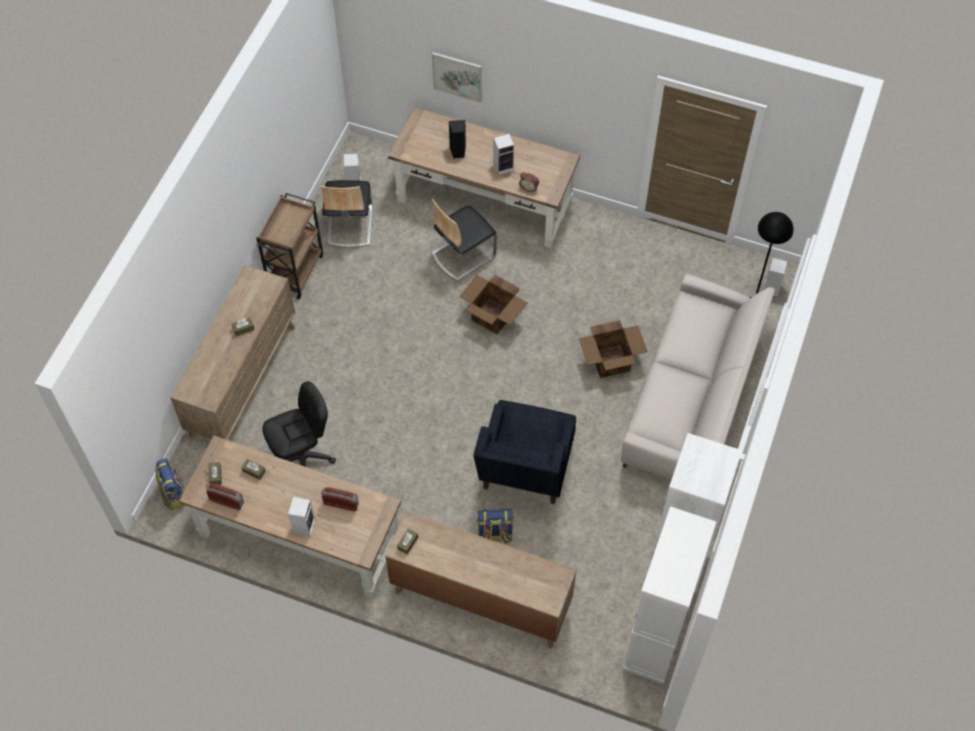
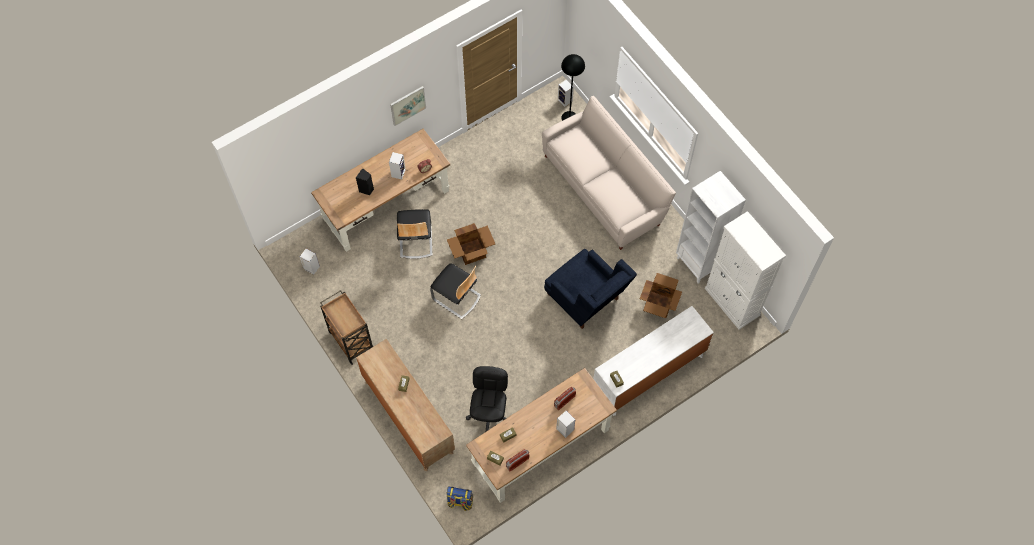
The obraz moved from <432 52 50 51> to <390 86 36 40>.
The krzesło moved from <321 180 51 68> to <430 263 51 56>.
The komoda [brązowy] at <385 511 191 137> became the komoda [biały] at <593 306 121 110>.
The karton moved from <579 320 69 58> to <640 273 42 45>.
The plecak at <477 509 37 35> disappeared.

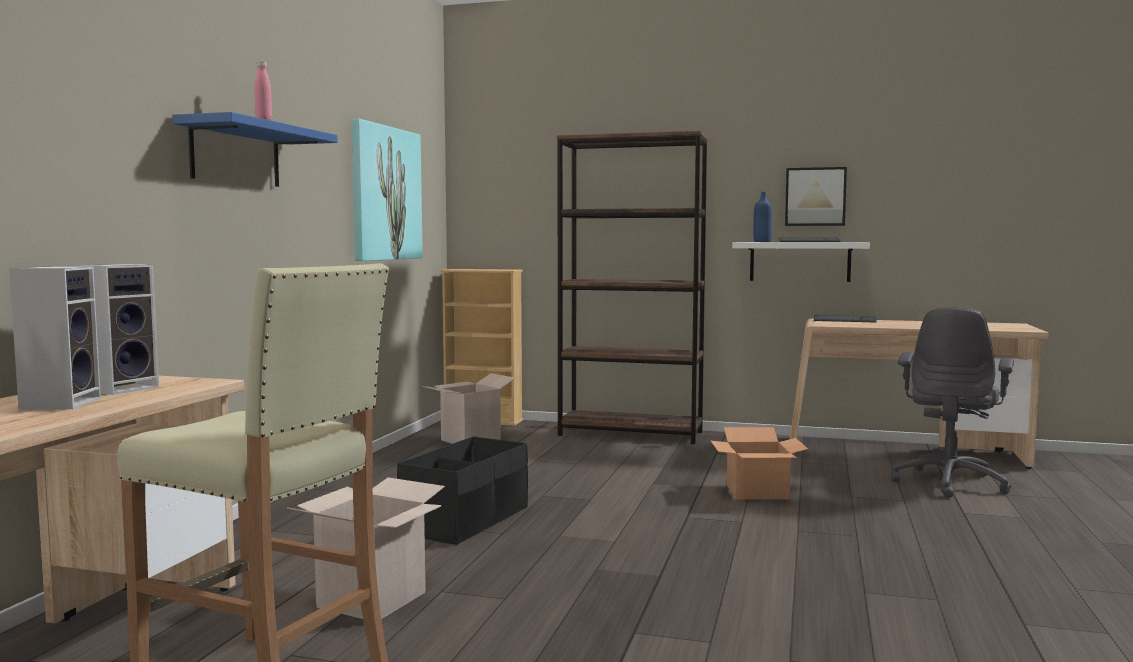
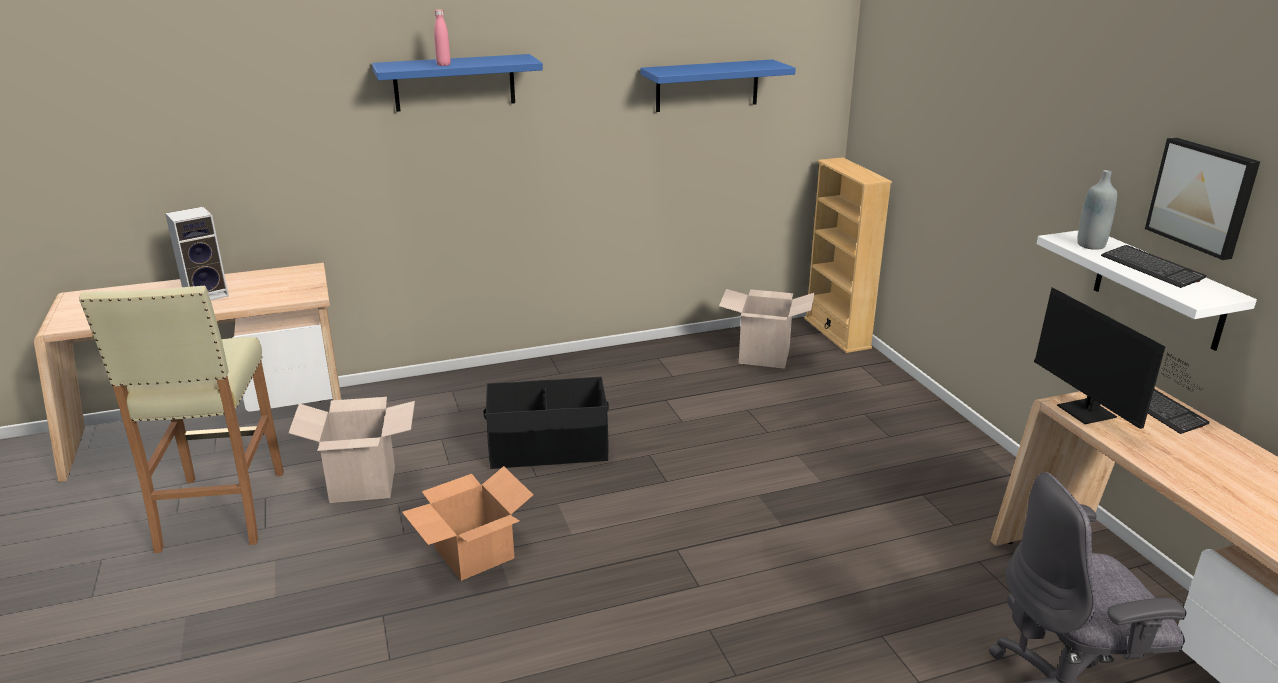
The karton moved from <710 427 98 73> to <402 466 131 115>.
The obraz at <352 119 71 142> was replaced by the półka [niebieski] at <640 59 156 53>.
The monitor at <1034 287 169 142> appeared.
The butelka [niebieski] at <753 192 19 50> became the butelka [szary] at <1077 170 40 80>.
The głośnik at <76 264 83 131> disappeared.
The regał [brązowy] at <557 131 151 313> disappeared.

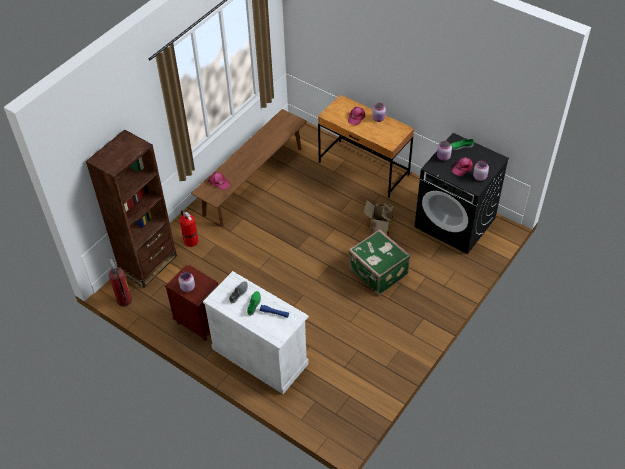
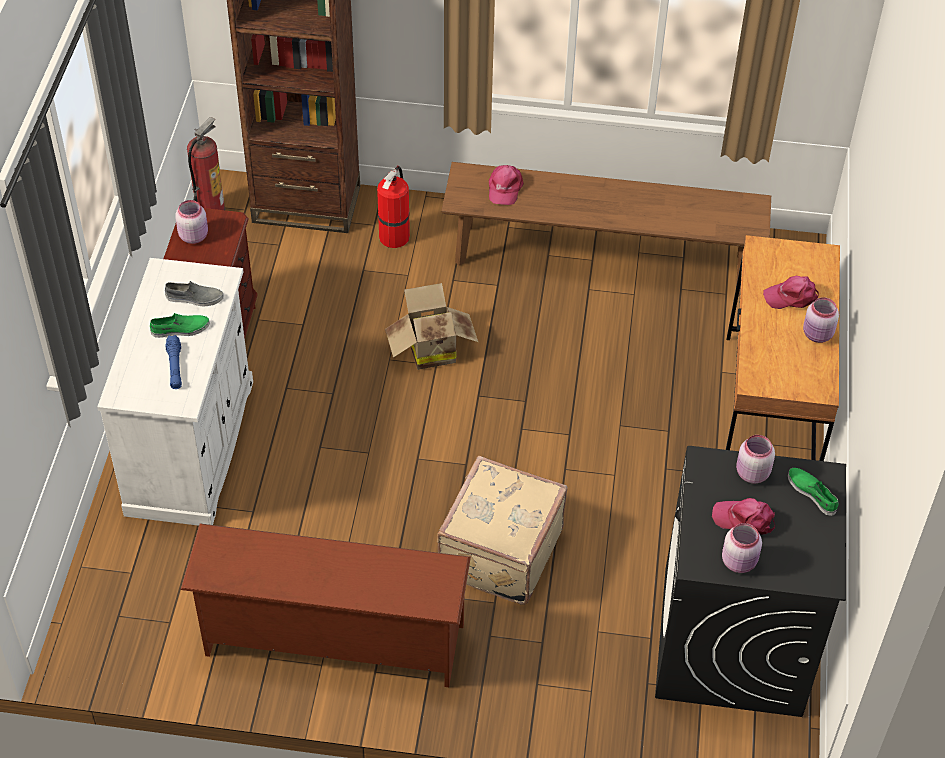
The regał na buty [brązowy] at <181 524 290 163> appeared.
The karton moved from <363 200 31 35> to <385 283 93 87>.
The walizka [zielony] at <348 229 62 66> became the walizka [beżowy] at <437 456 131 149>.

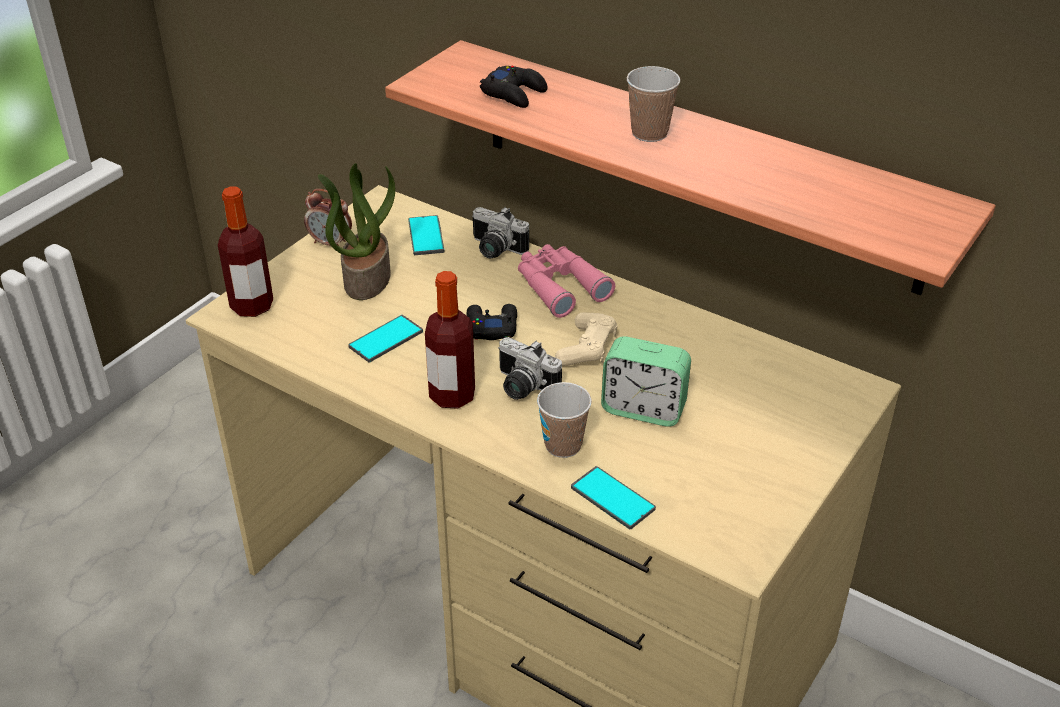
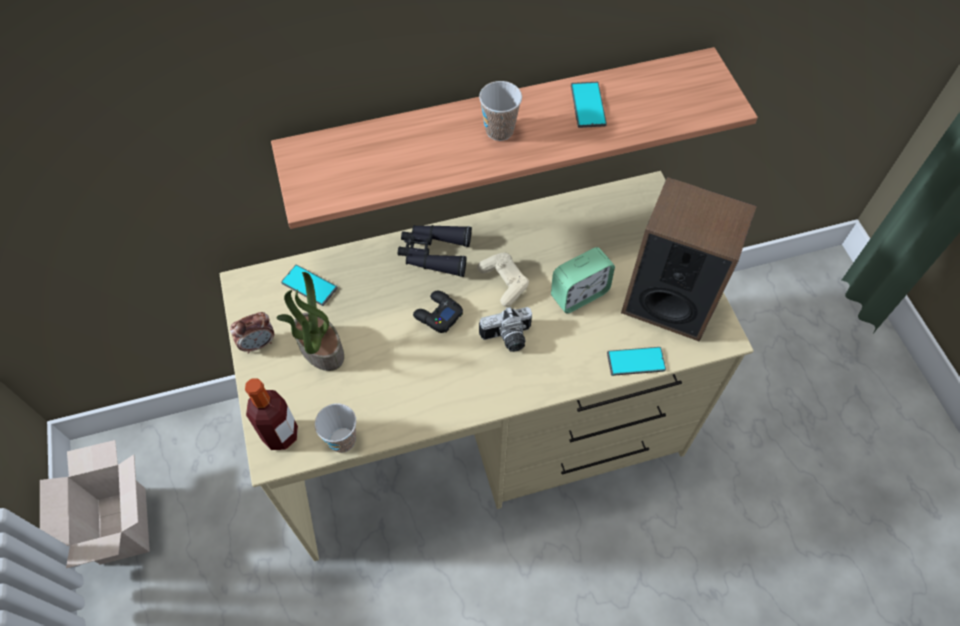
The karton at <40 440 110 128> appeared.
The filiżanka moved from <537 382 55 76> to <315 404 41 49>.
The lornetka [różowy] at <518 244 97 74> became the lornetka [czarny] at <398 225 74 52>.
The telefon moved from <348 315 75 47> to <571 82 36 46>.
The głośnik at <621 177 136 164> appeared.
The butelka at <425 271 50 138> disappeared.
The aparat fotograficzny at <472 207 57 51> disappeared.
The pad do gier [czarny] at <480 66 67 42> disappeared.

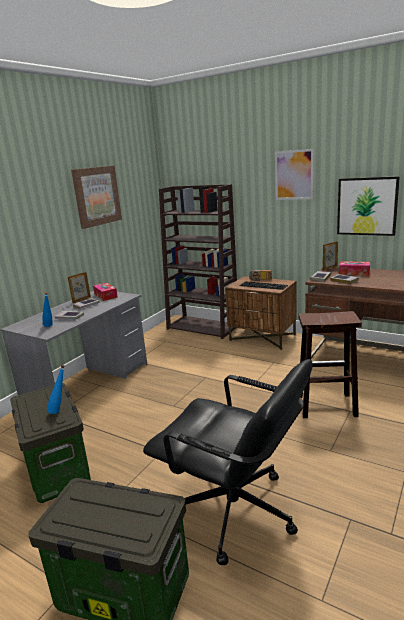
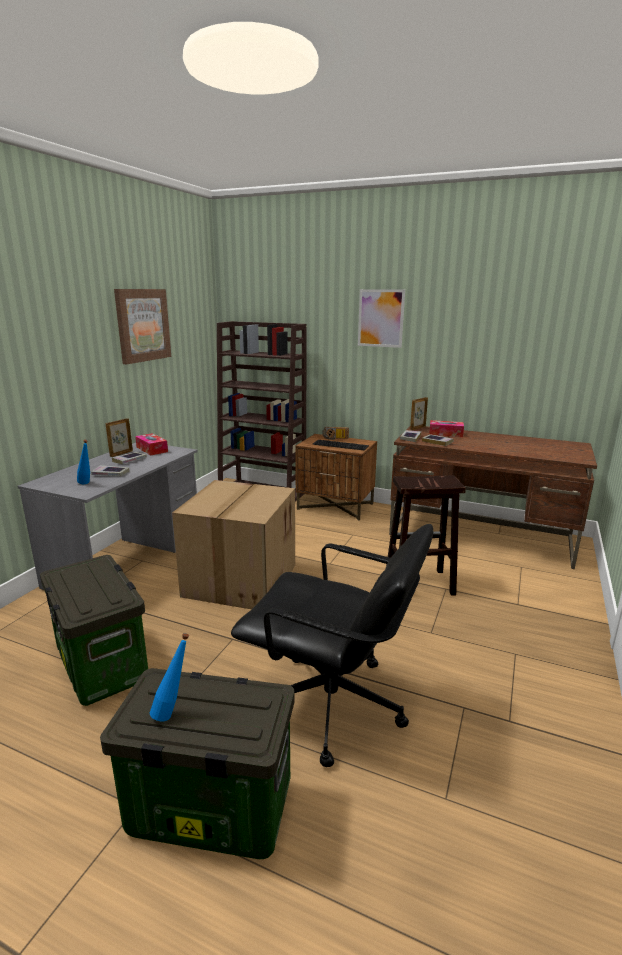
The butelka [niebieski] moved from <47 365 18 49> to <150 633 39 88>.
The karton at <172 480 123 129> appeared.
The obraz at <337 176 63 60> disappeared.

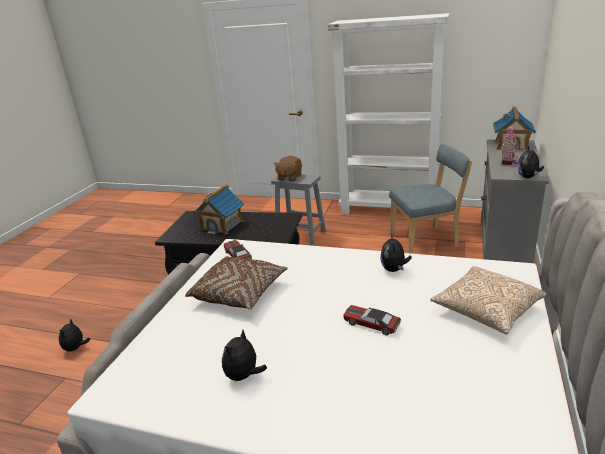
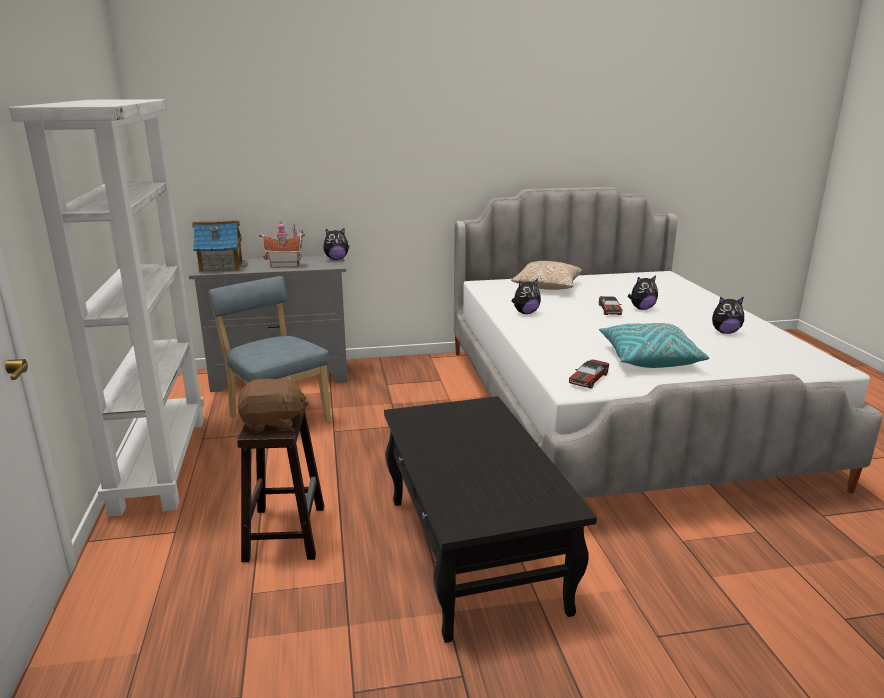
The stołek [szary] at <271 174 55 72> became the stołek [brązowy] at <237 396 87 166>.
The poduszka [brązowy] at <185 256 103 54> became the poduszka [turkusowy] at <599 323 110 45>.
The pluszak moved from <59 319 32 33> to <628 275 30 35>.
The domek at <194 185 50 50> disappeared.

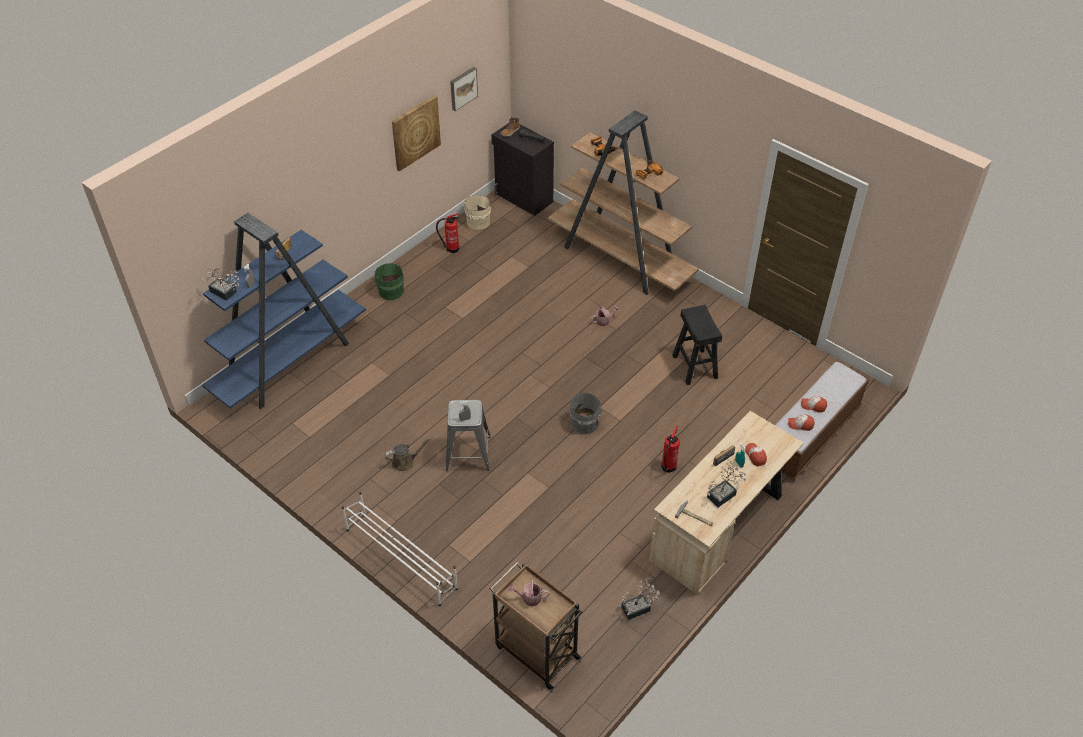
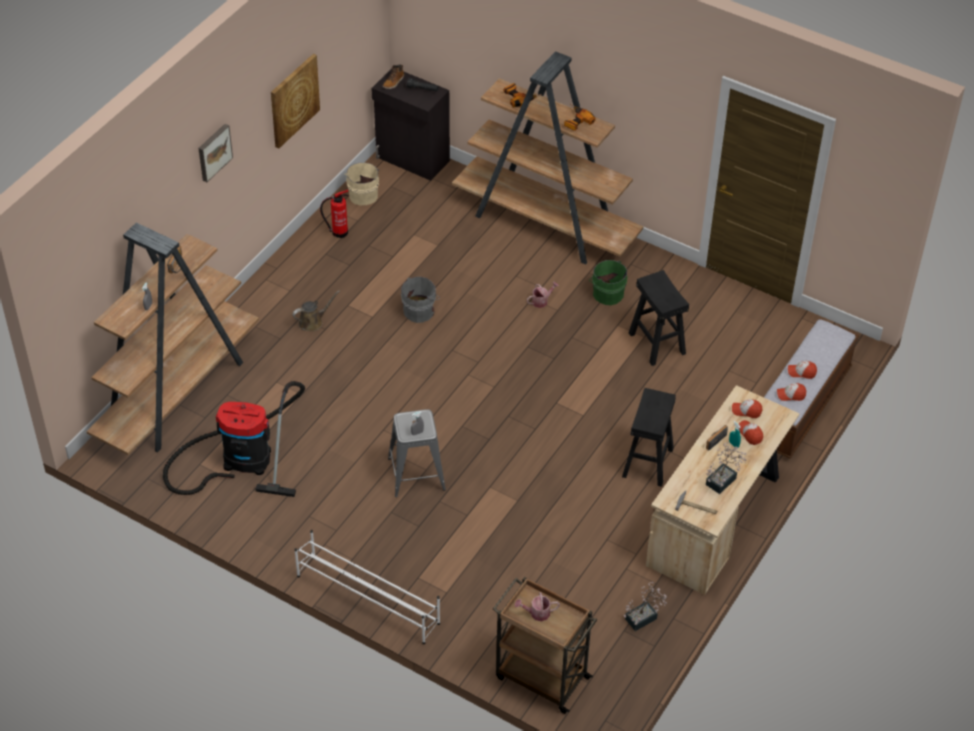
The regał [niebieski] at <202 213 164 196> became the regał [brązowy] at <86 223 173 232>.
The odkurzacz at <163 381 142 116> appeared.
The obraz moved from <450 67 28 44> to <198 124 35 58>.
The konewka [brązowy] moved from <385 437 46 35> to <292 290 48 41>.
The wiadro [szary] moved from <569 393 35 41> to <401 277 39 46>.
The wiadro [zielony] moved from <373 263 31 37> to <589 260 38 45>.
The gaśnica at <661 426 19 47> was replaced by the stołek [czarny] at <622 388 54 99>.
The czapka z daszkiem at <732 399 30 19> appeared.
The roślina doniczkowa at <202 267 37 33> disappeared.

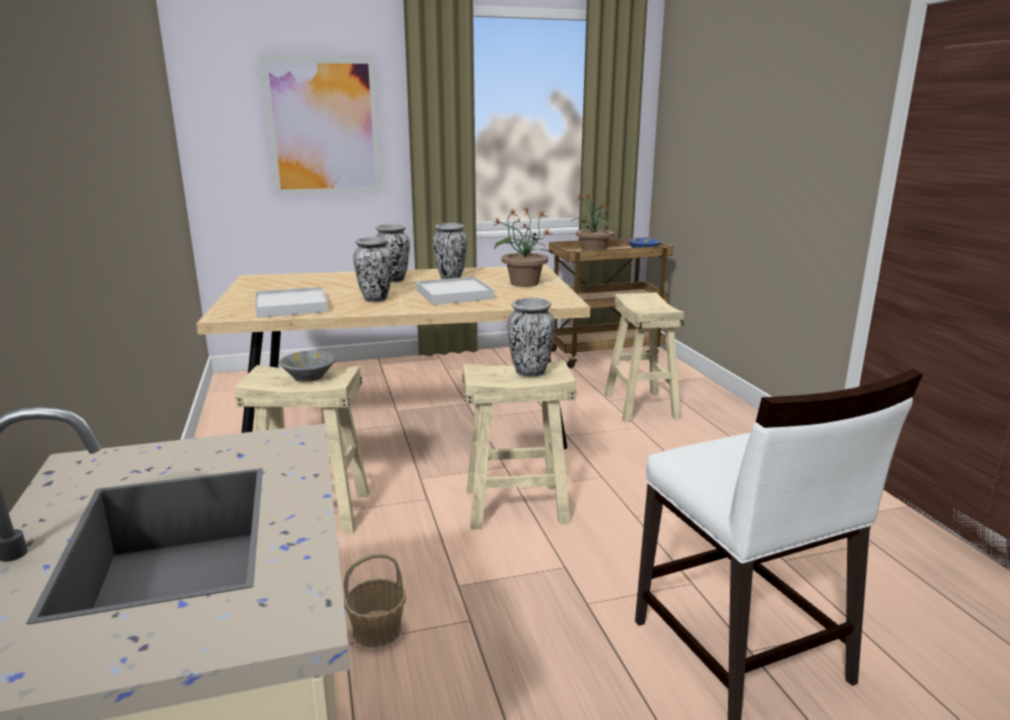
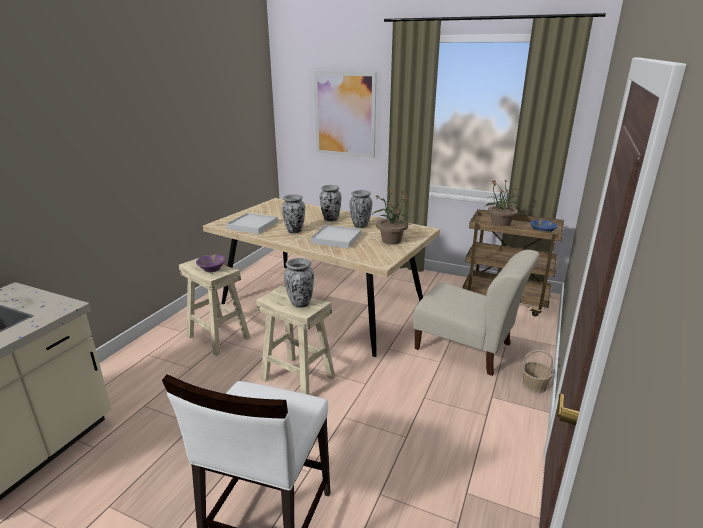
The miska [szary] at <279 351 57 31> became the miska [fioletowy] at <196 255 30 17>.
The stołek [beżowy] at <604 292 80 131> was replaced by the krzesło [beżowy] at <413 250 126 126>.
The koszyk moved from <344 553 62 95> to <522 350 31 43>.

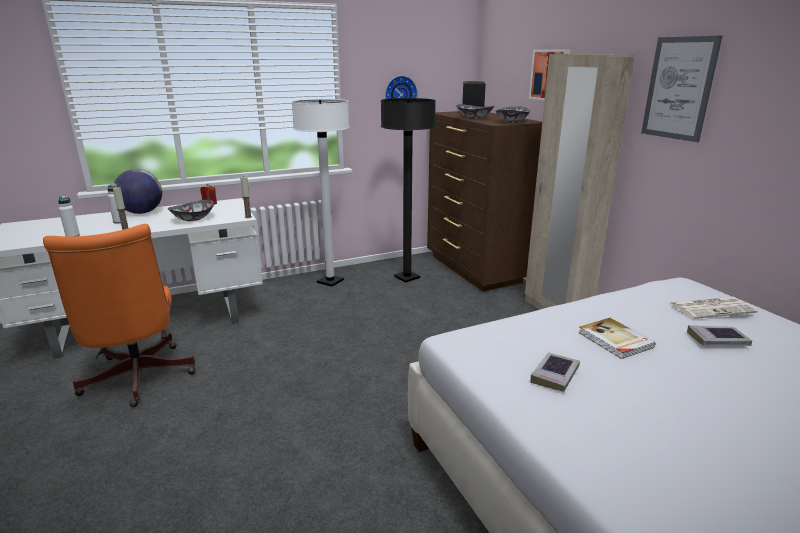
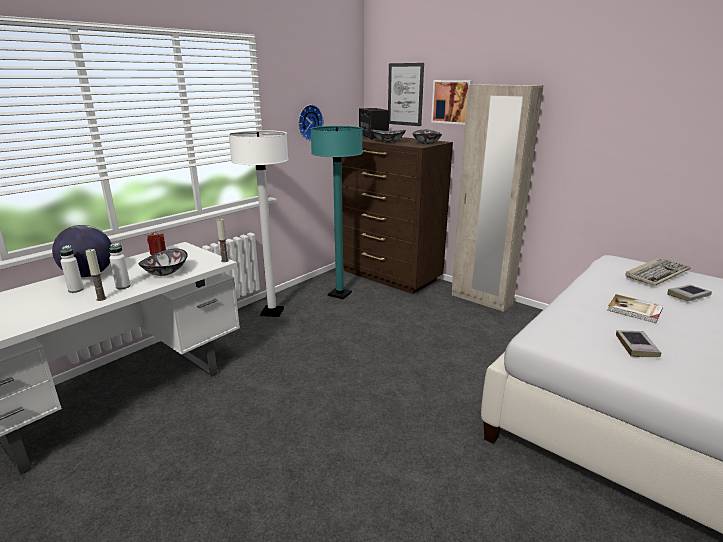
The butelka [biały] moved from <58 195 22 41> to <109 243 22 46>.
The lampa stojąca [czarny] at <381 98 55 185> became the lampa stojąca [turkusowy] at <311 126 52 173>.
The obraz moved from <641 35 81 107> to <388 63 36 63>.
The gazeta at <669 297 89 22> was replaced by the klawiatura at <625 258 66 28>.
The krzesło biurowe [pomarańczowy] at <43 224 153 183> disappeared.

